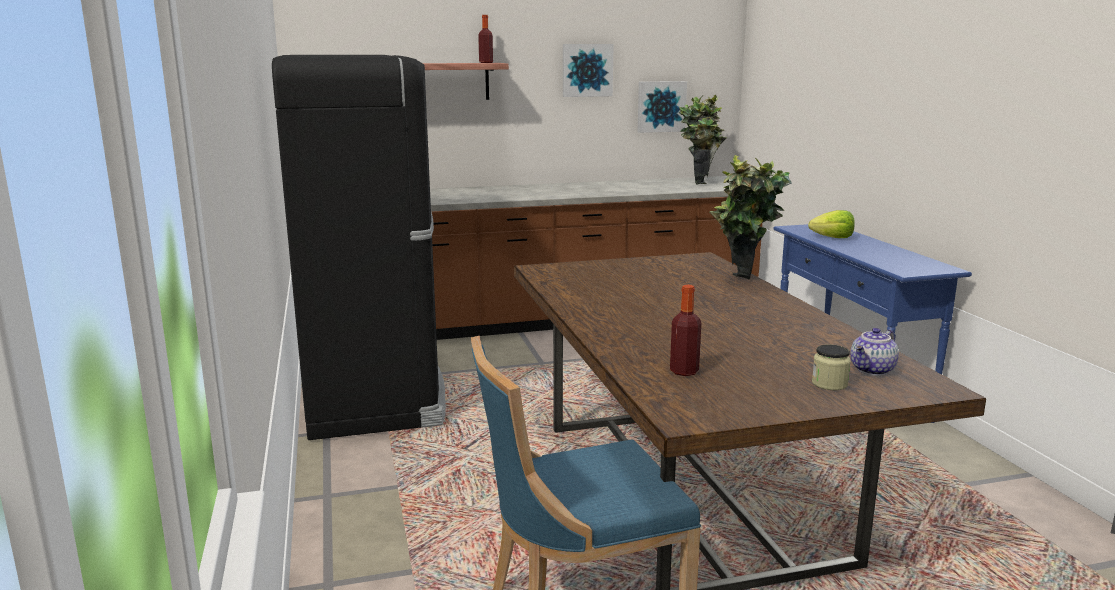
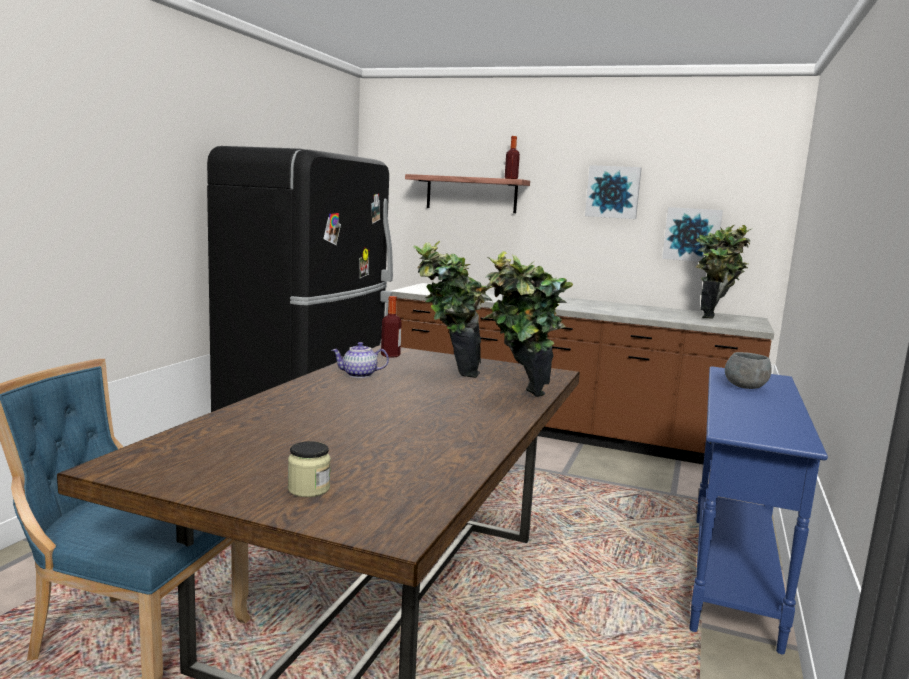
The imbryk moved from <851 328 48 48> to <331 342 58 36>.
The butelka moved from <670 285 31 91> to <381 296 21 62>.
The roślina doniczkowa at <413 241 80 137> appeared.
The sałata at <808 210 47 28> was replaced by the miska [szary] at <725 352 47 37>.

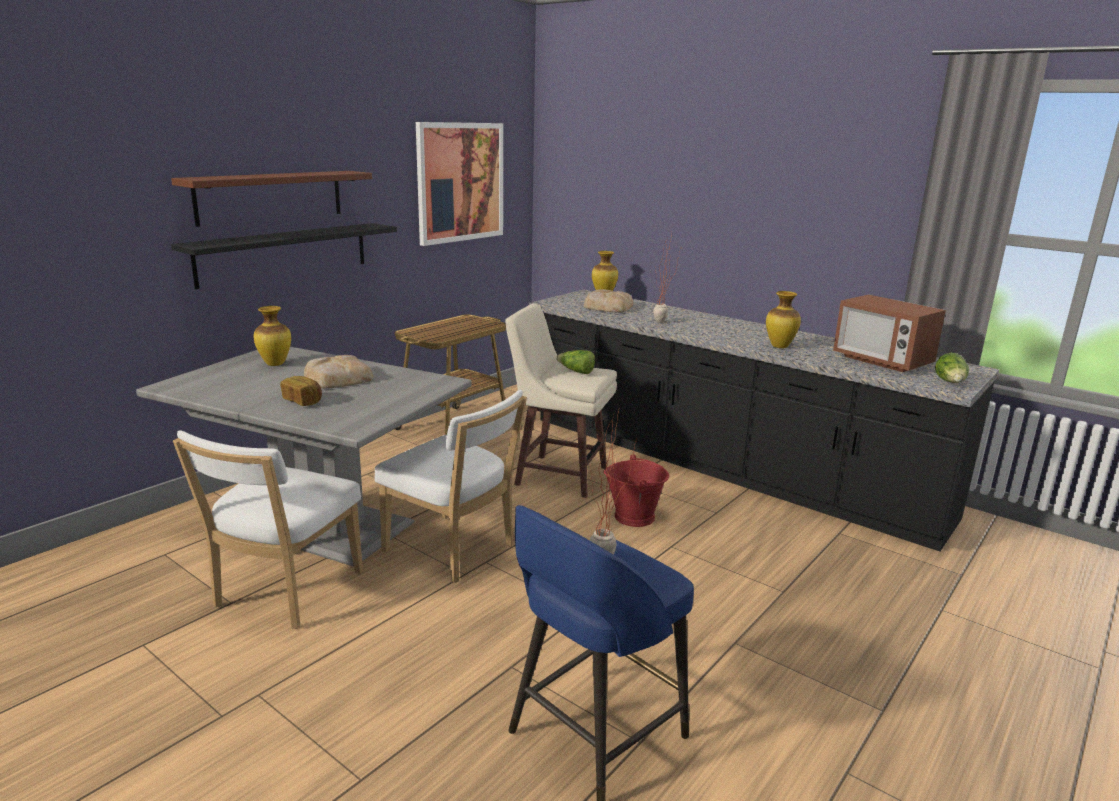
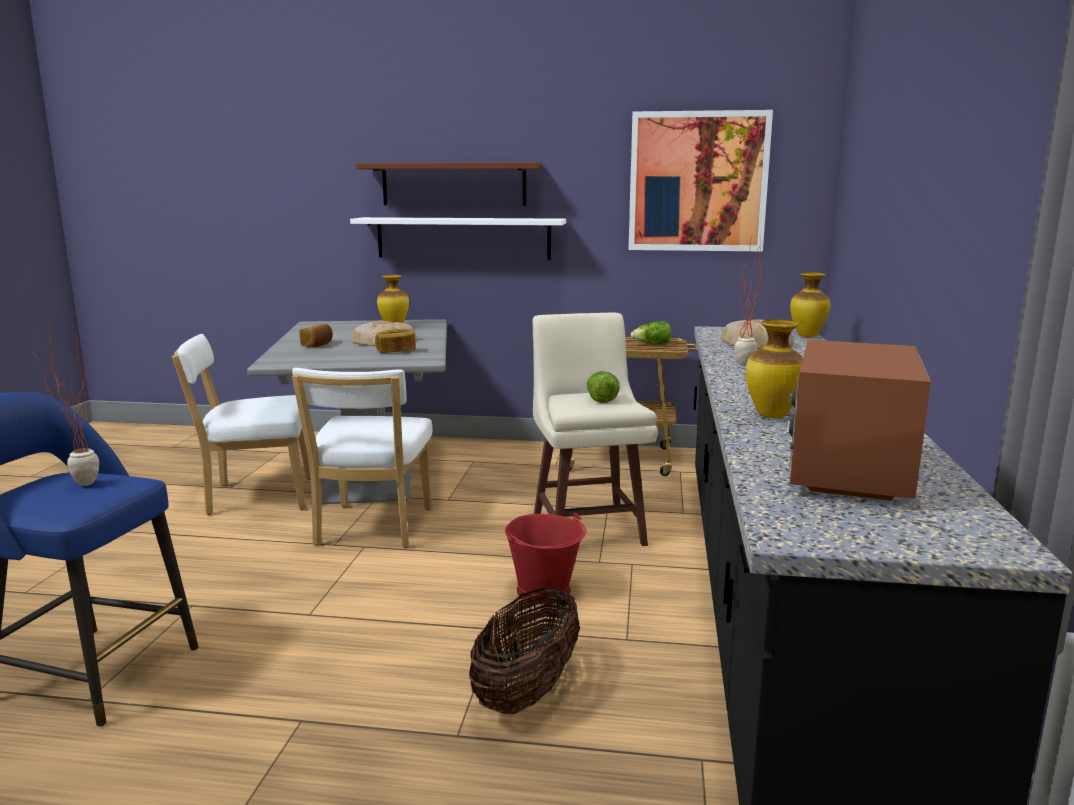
The półka [czarny] at <171 223 226 66> became the półka [biały] at <350 217 216 43>.
The chleb at <375 329 41 24> appeared.
The koszyk at <469 587 111 127> appeared.
The sałata moved from <935 353 34 30> to <631 321 40 24>.

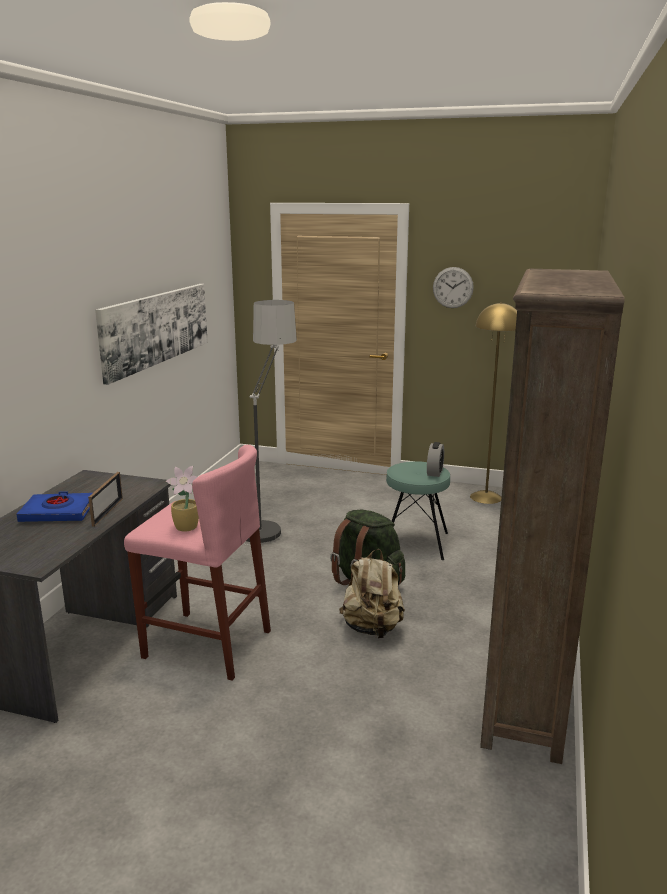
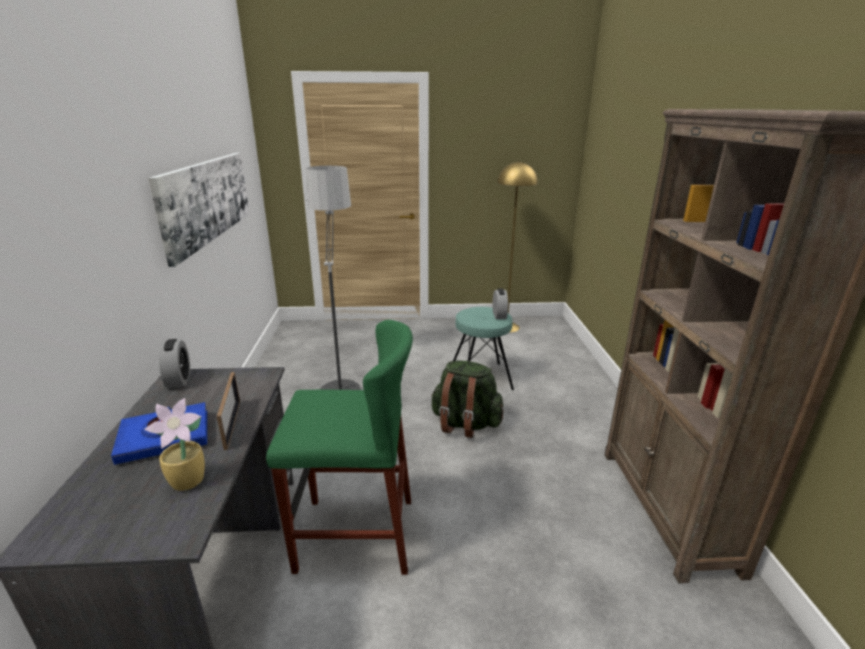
The roślina doniczkowa moved from <166 466 33 66> to <144 398 61 93>.
The budzik at <159 339 31 49> appeared.
The stołek [różowy] at <124 445 147 236> became the stołek [zielony] at <266 320 147 255>.
The plecak [beżowy] at <339 549 66 89> disappeared.
The zegar ścienny at <433 267 41 41> disappeared.

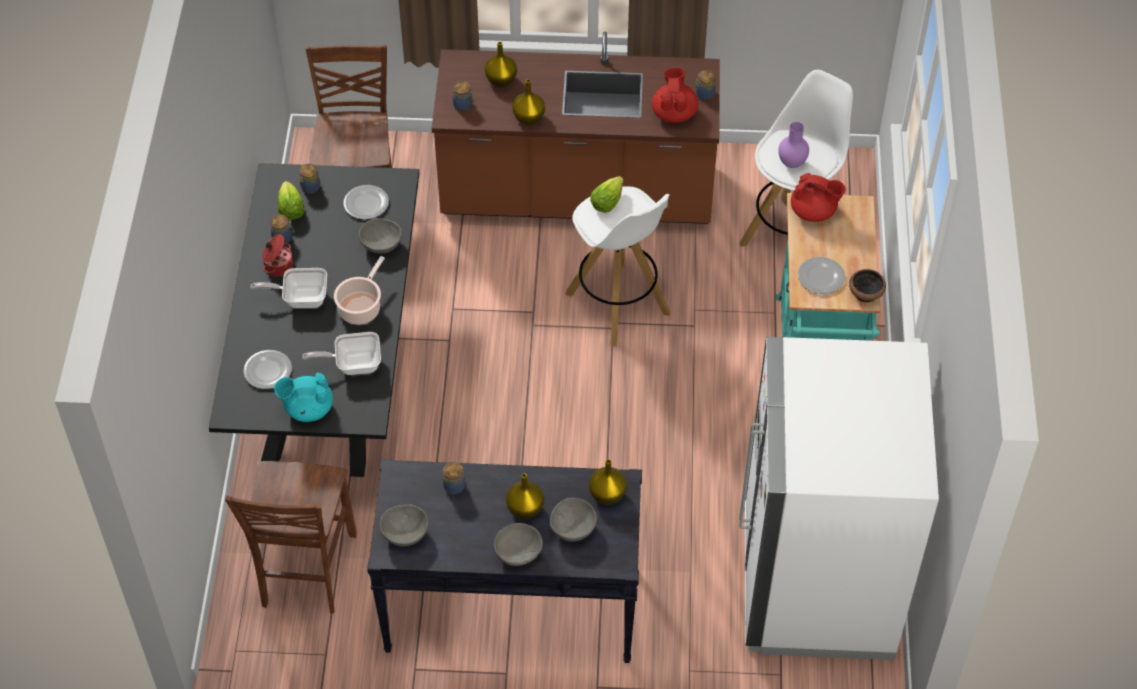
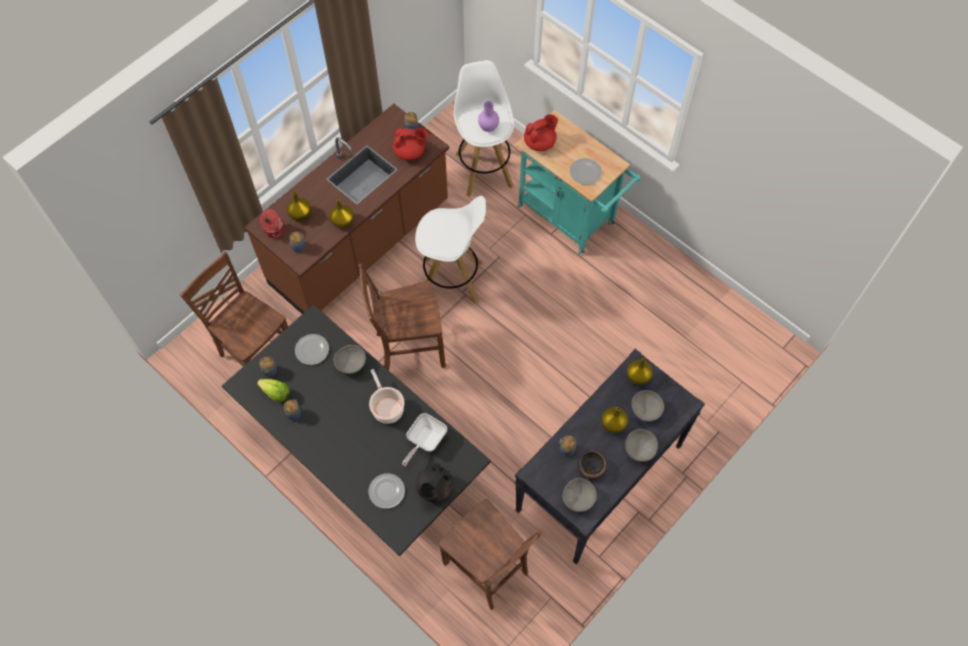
The garnek moved from <263 234 30 43> to <260 209 25 29>.
The krzesło [brązowy] at <358 264 88 106> appeared.
The imbryk [czerwony] at <652 67 46 56> turned 135 degrees clockwise.
The imbryk [turkusowy] at <274 373 59 49> became the imbryk [czarny] at <416 463 38 40>.
The miska moved from <849 269 37 33> to <578 451 28 27>.
The patelnia at <250 268 77 40> disappeared.
The sałata at <590 176 34 37> disappeared.
The lodówka [biały] at <739 337 200 323> disappeared.

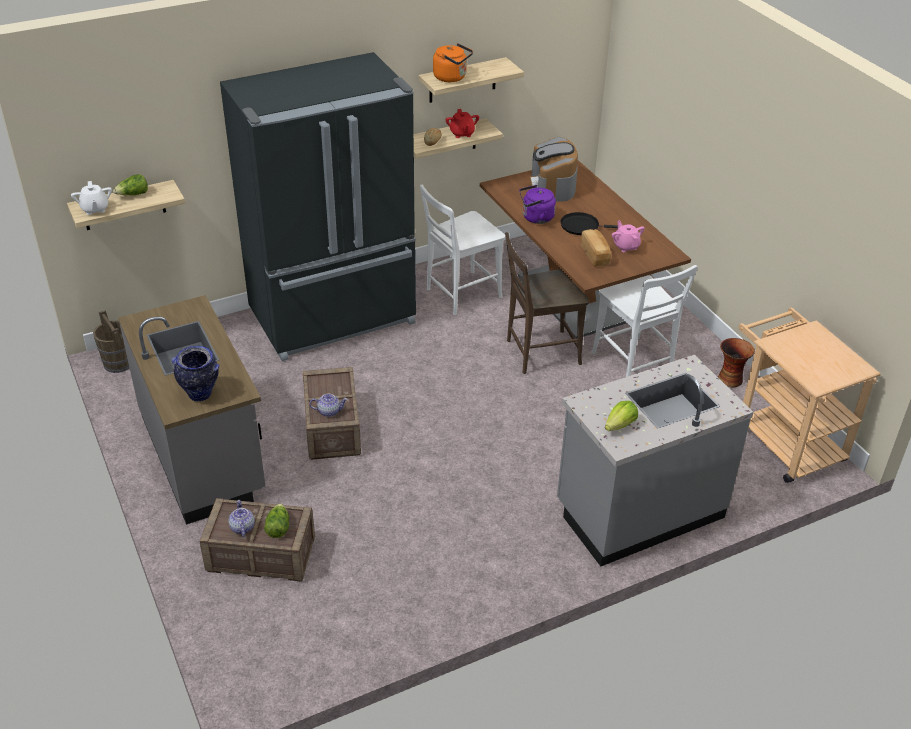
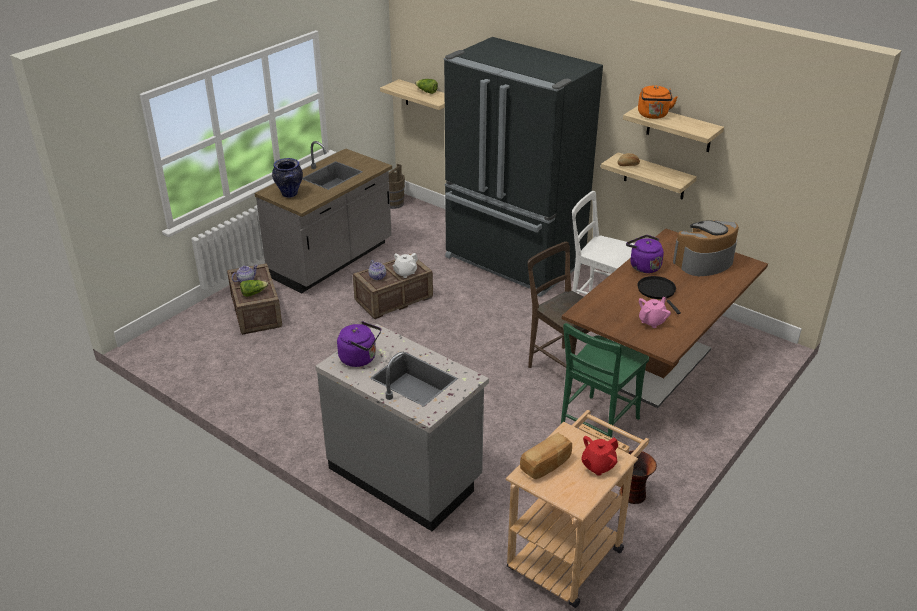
The sałata at <605 401 33 30> was replaced by the czajnik [fioletowy] at <337 321 44 46>.
The imbryk [biały] moved from <71 181 41 34> to <392 253 26 25>.
The chleb moved from <581 229 30 38> to <520 433 52 46>.
The krzesło [biały] at <591 265 107 112> became the krzesło [zielony] at <561 323 88 115>.
The imbryk [czerwony] moved from <445 109 34 29> to <581 436 37 40>.

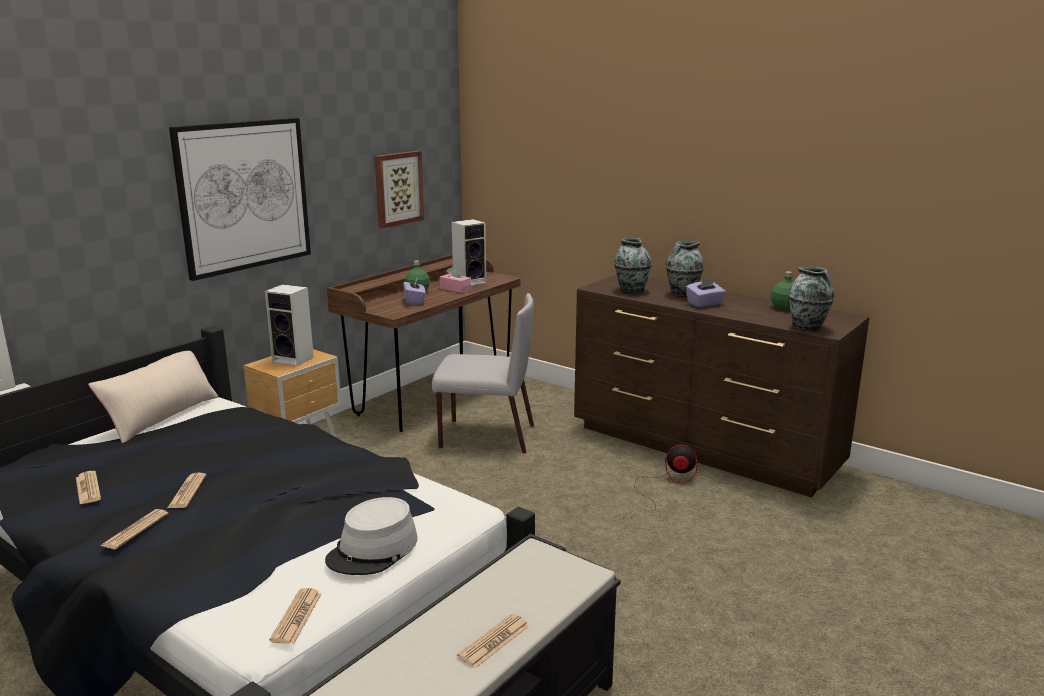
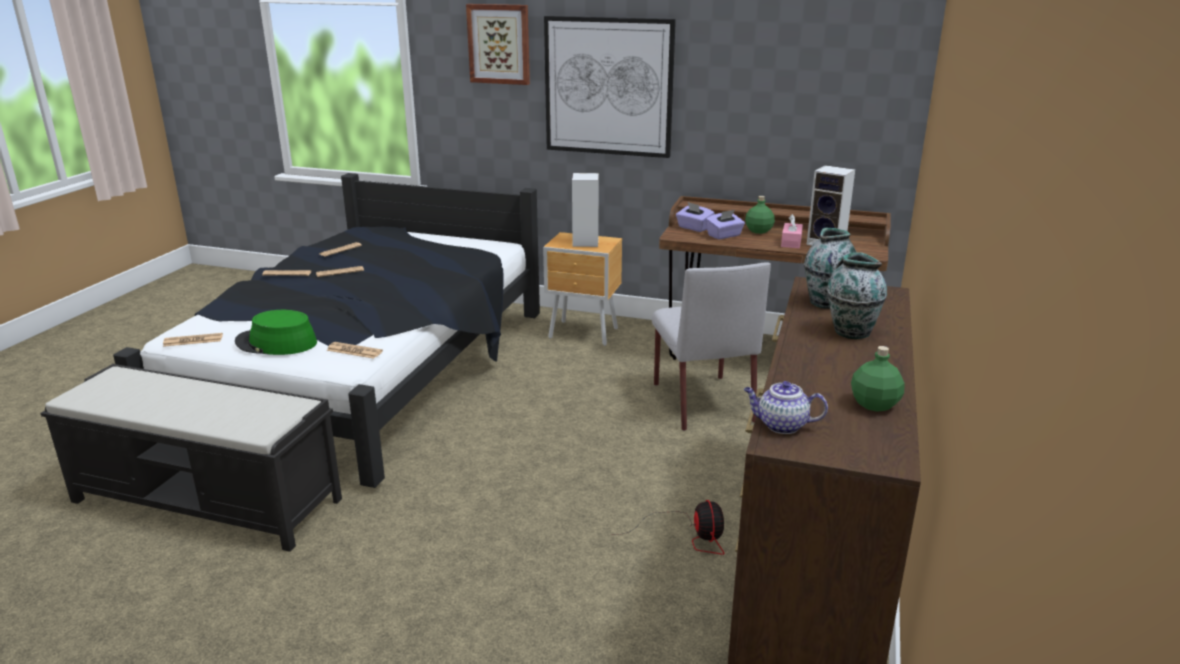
The kapelusz [szary] at <325 497 93 78> became the kapelusz [zielony] at <235 310 82 45>.
The gazeta moved from <457 613 72 55> to <326 342 57 17>.
The obraz moved from <375 151 49 77> to <466 4 64 81>.
The pudełko chusteczek [fioletowy] moved from <686 278 40 29> to <676 202 39 30>.
The wazon at <788 267 46 64> was replaced by the imbryk at <744 381 84 53>.
The poduszka [beżowy] at <88 351 131 92> disappeared.

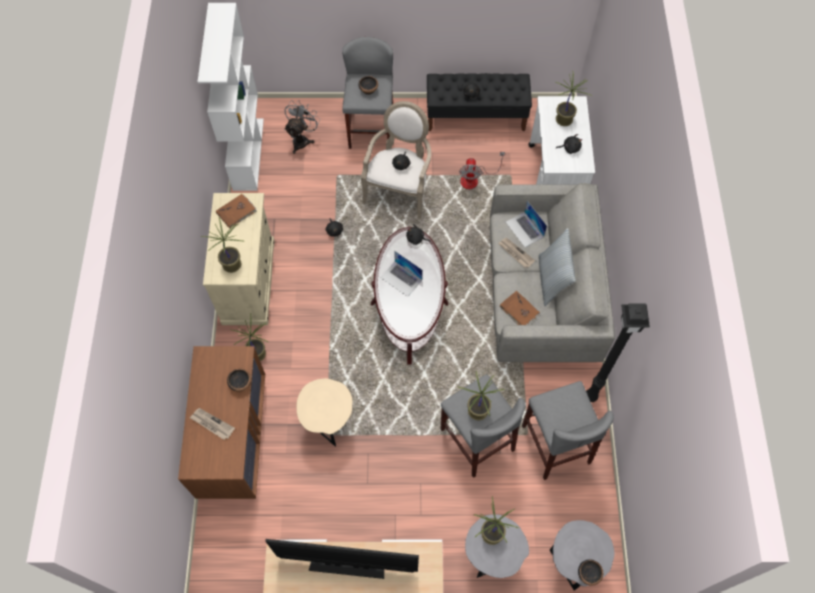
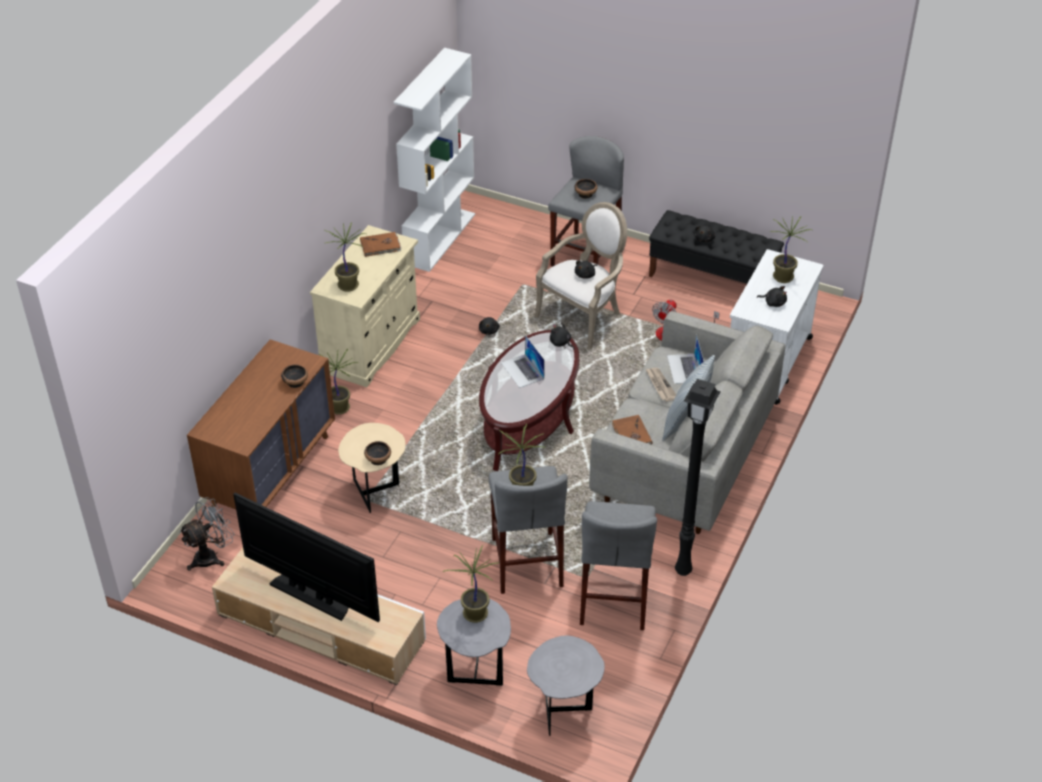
The wentylator [szary] moved from <284 100 37 54> to <179 497 55 74>.
The miska moved from <578 559 25 27> to <364 441 27 24>.
The gazeta at <190 408 45 32> disappeared.

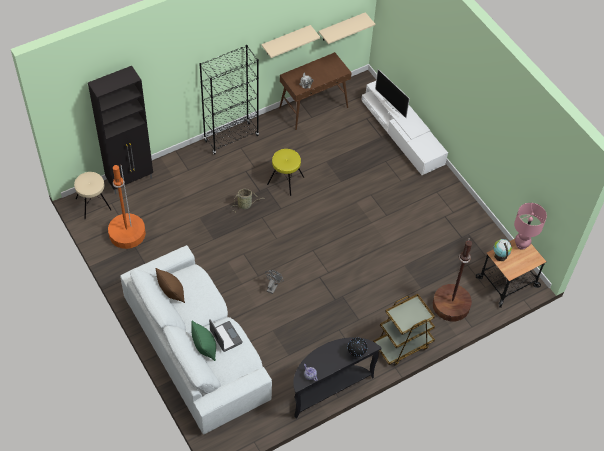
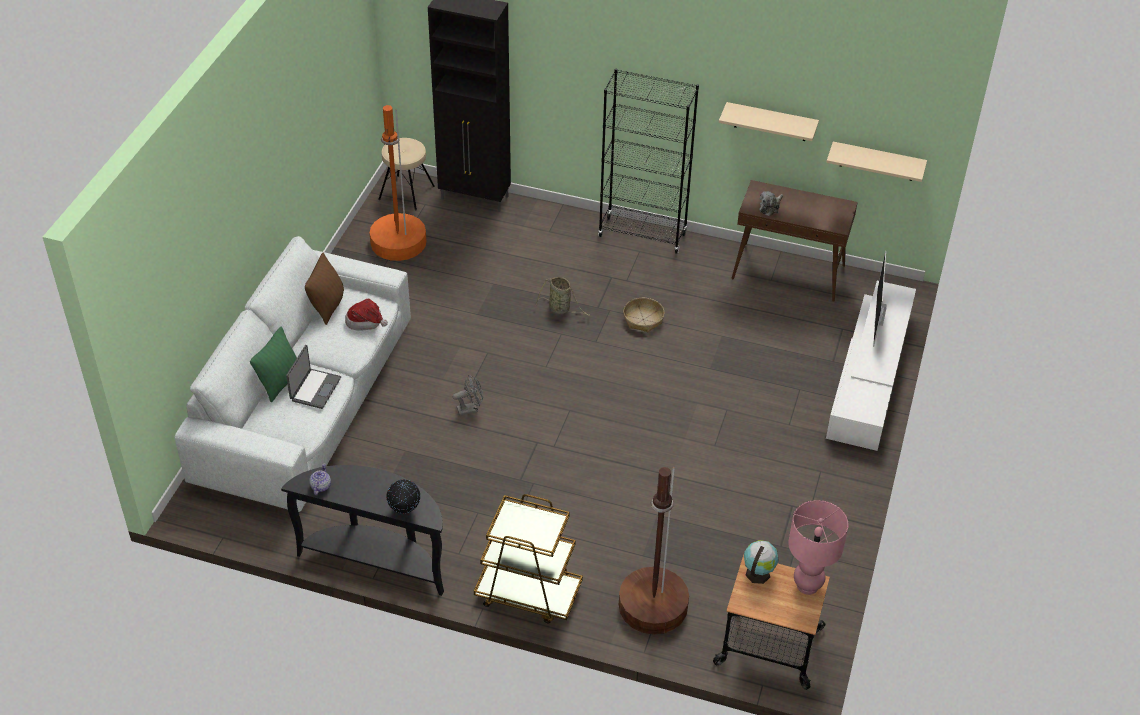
The kapelusz at <345 298 43 33> appeared.
The stołek [żółty] at <267 149 37 47> was replaced by the koszyk at <623 298 42 34>.

